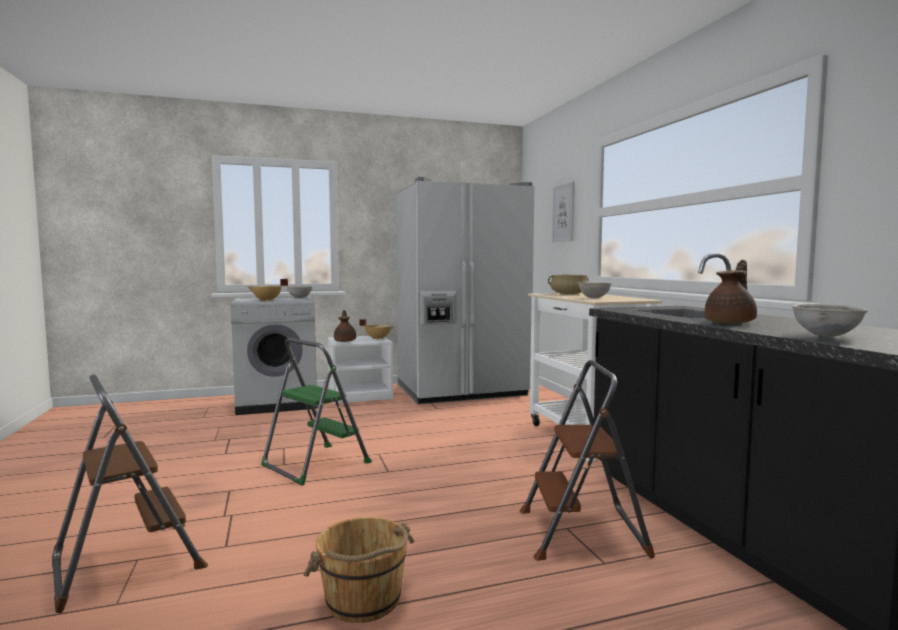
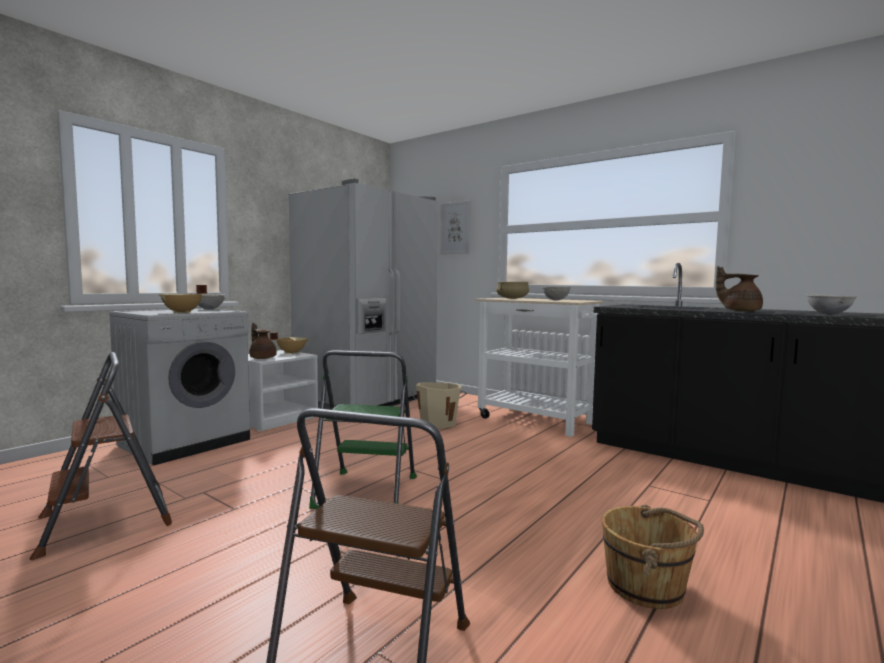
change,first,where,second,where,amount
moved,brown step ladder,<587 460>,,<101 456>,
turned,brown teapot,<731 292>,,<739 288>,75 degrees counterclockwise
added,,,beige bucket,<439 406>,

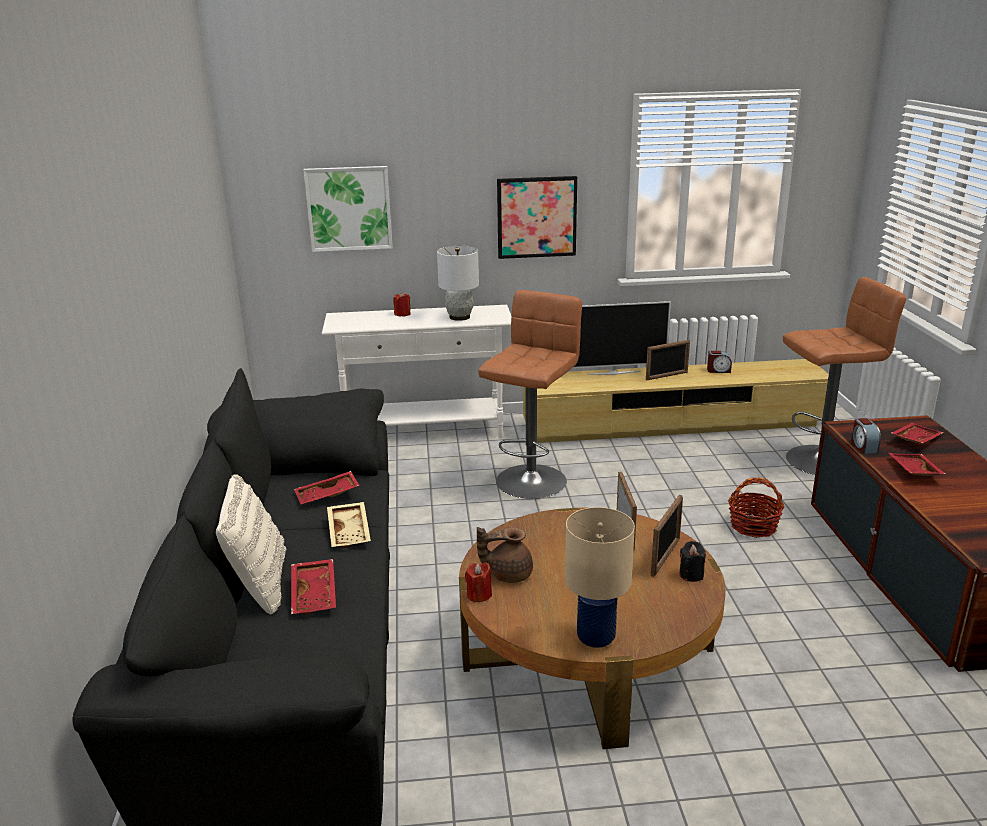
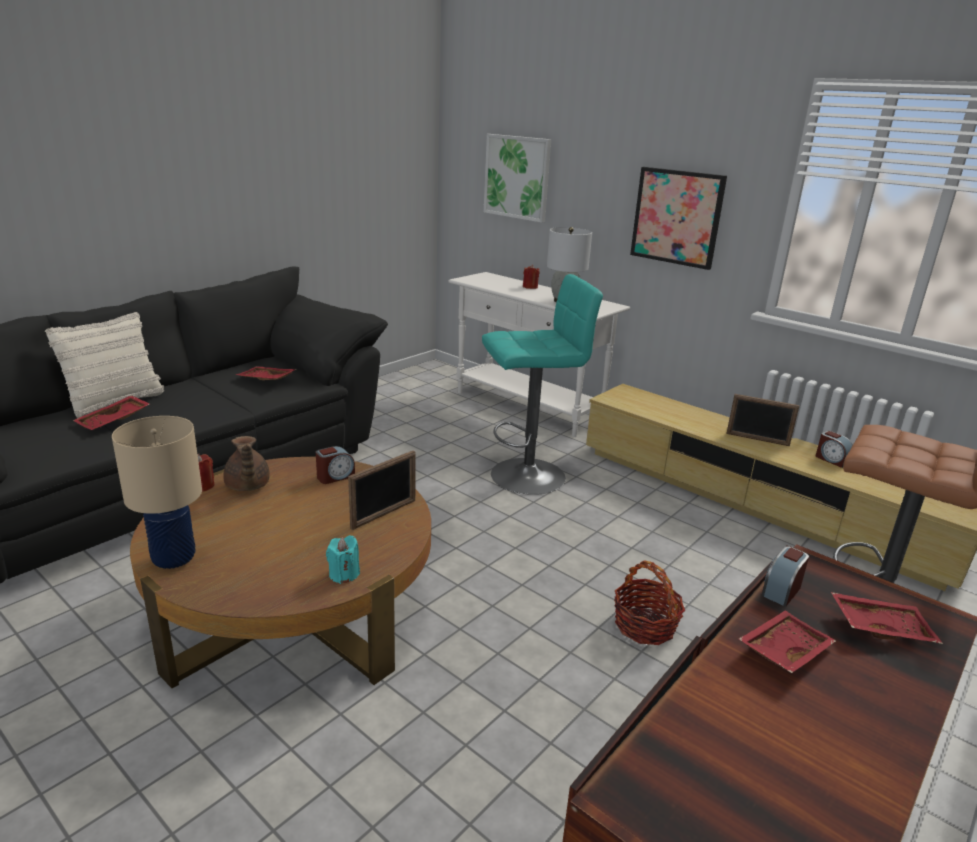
change,first,where,second,where,amount
removed,beige tray,<349 525>,,,
turned,brown teapot,<505 555>,,<246 463>,150 degrees counterclockwise
recoloured,brown stool,<530 394>,turquoise stool,<542 384>,
removed,television,<622 338>,,,
removed,picture frame,<667 535>,,,
recoloured,black candle,<692 561>,turquoise candle,<343 559>,
added,,,alarm clock,<335 465>,

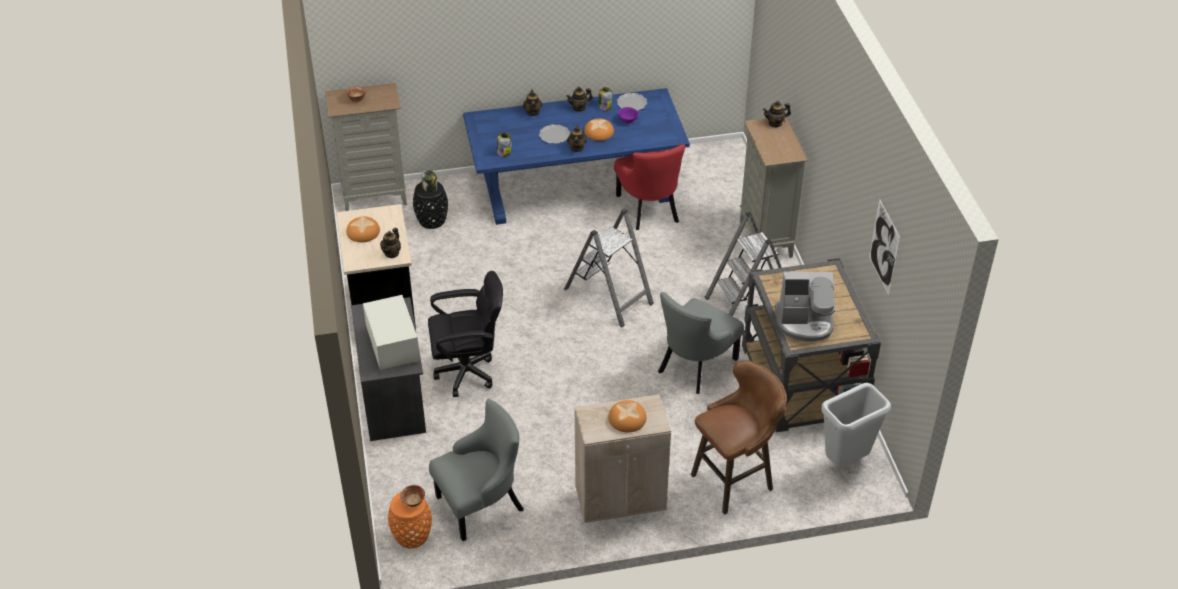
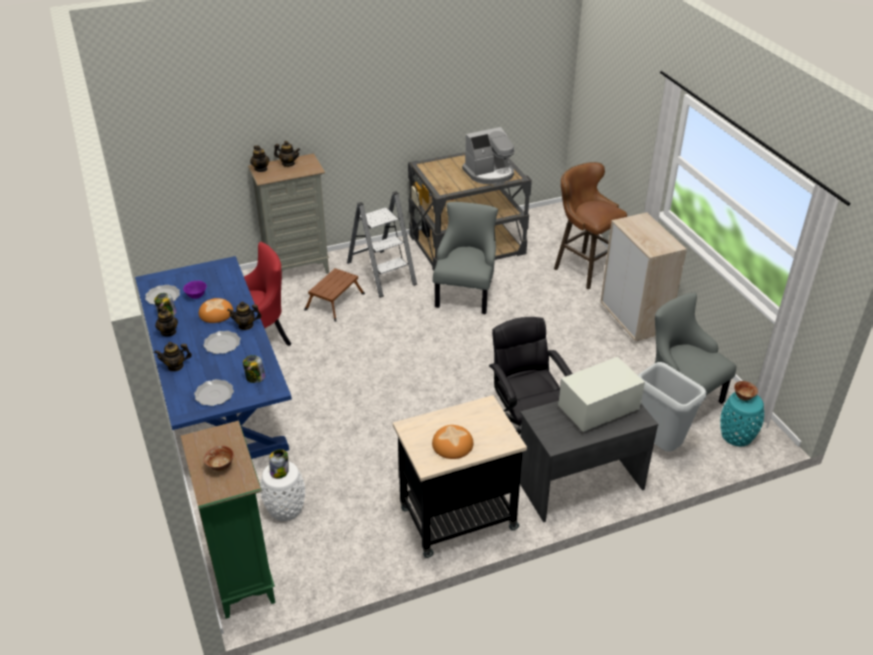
change,first,where,second,where,amount
recoloured,grey dresser,<366 147>,green dresser,<228 520>,
moved,teapot,<390 243>,,<287 154>,
recoloured,orange stool,<410 520>,turquoise stool,<742 419>,
recoloured,black stool,<430 205>,white stool,<282 491>,
removed,grey step ladder,<609 268>,,,
removed,bread,<628 416>,,,
turned,grey chair,<701 343>,,<465 258>,105 degrees counterclockwise
turned,coffee machine,<805 307>,,<488 155>,75 degrees clockwise
moved,grey trash can,<856 425>,,<672 407>,
removed,picture,<884 247>,,,
added,,,plate,<214 392>,
added,,,brown step ladder,<334 295>,

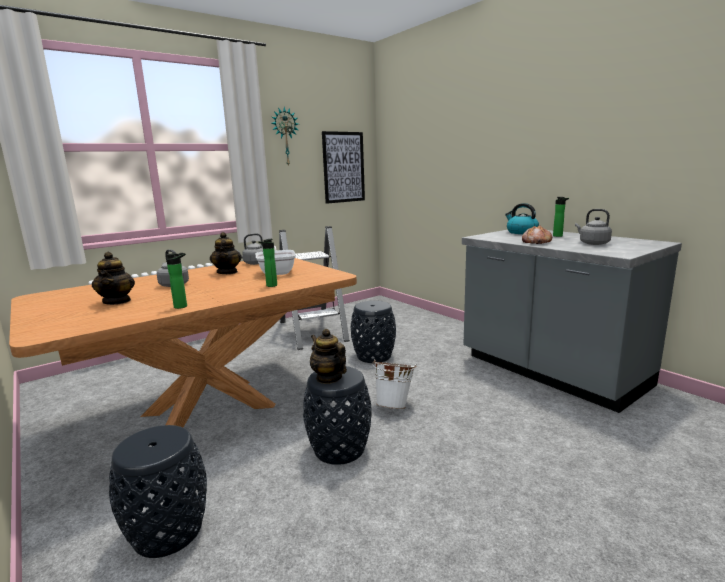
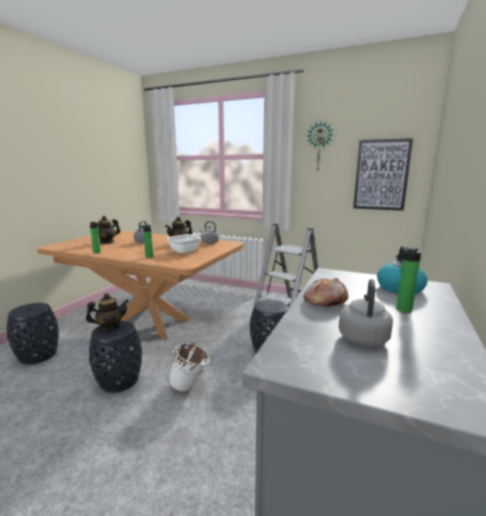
change,first,where,second,where,amount
turned,teapot,<328 356>,,<107 312>,45 degrees clockwise

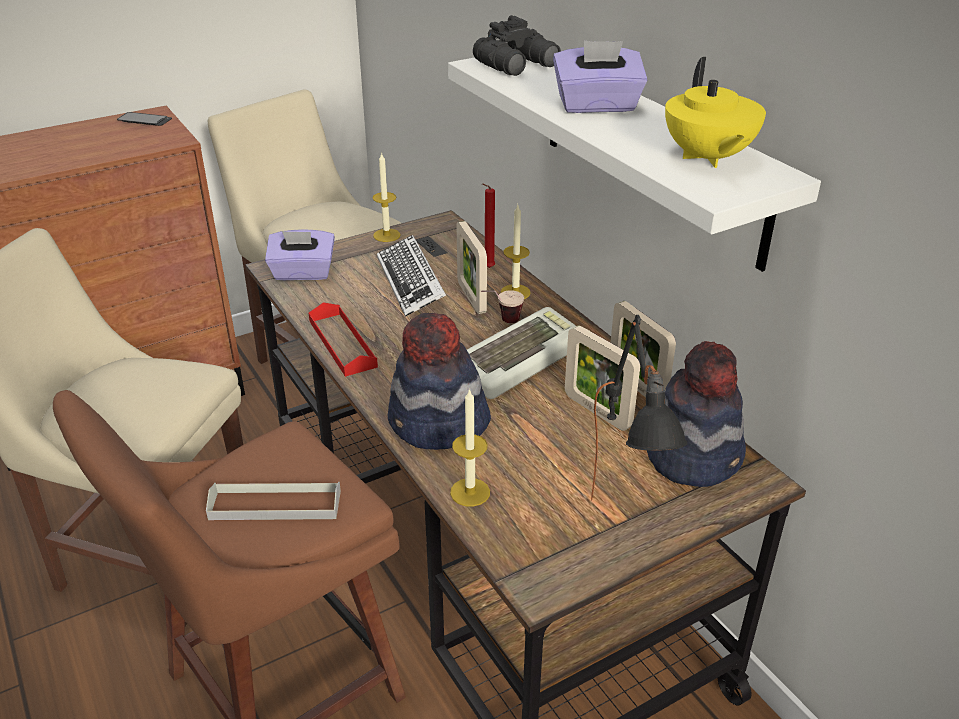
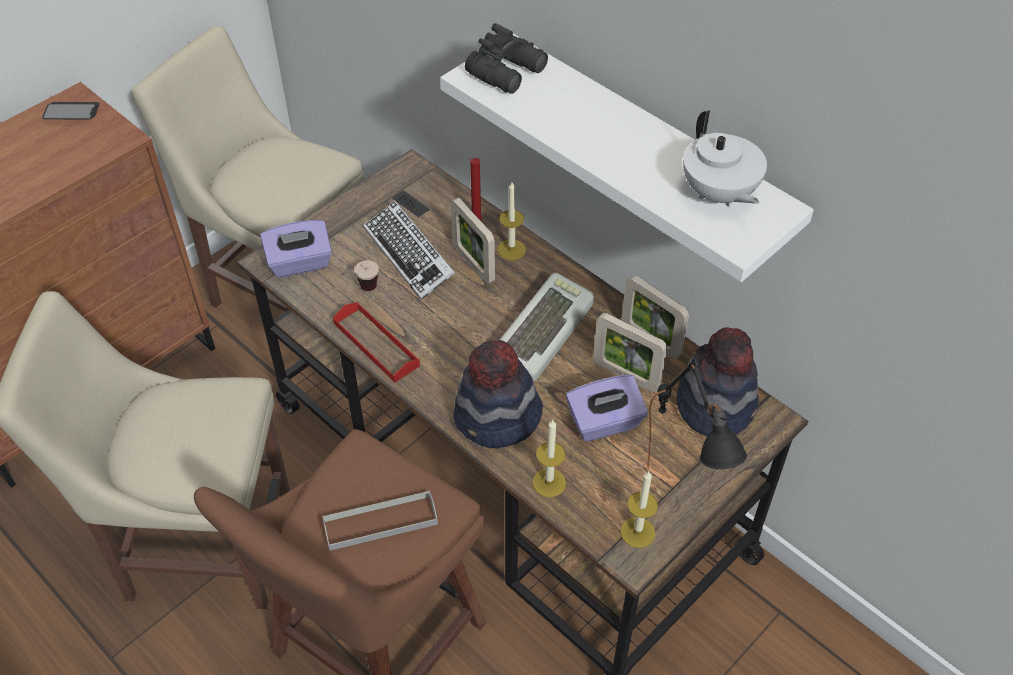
change,first,where,second,where,amount
moved,candle,<387 197>,,<639 509>,
moved,cup,<502 306>,,<359 275>,
moved,purple tissue box,<600 77>,,<607 408>,
recoloured,yellow teapot,<715 112>,white teapot,<725 159>,

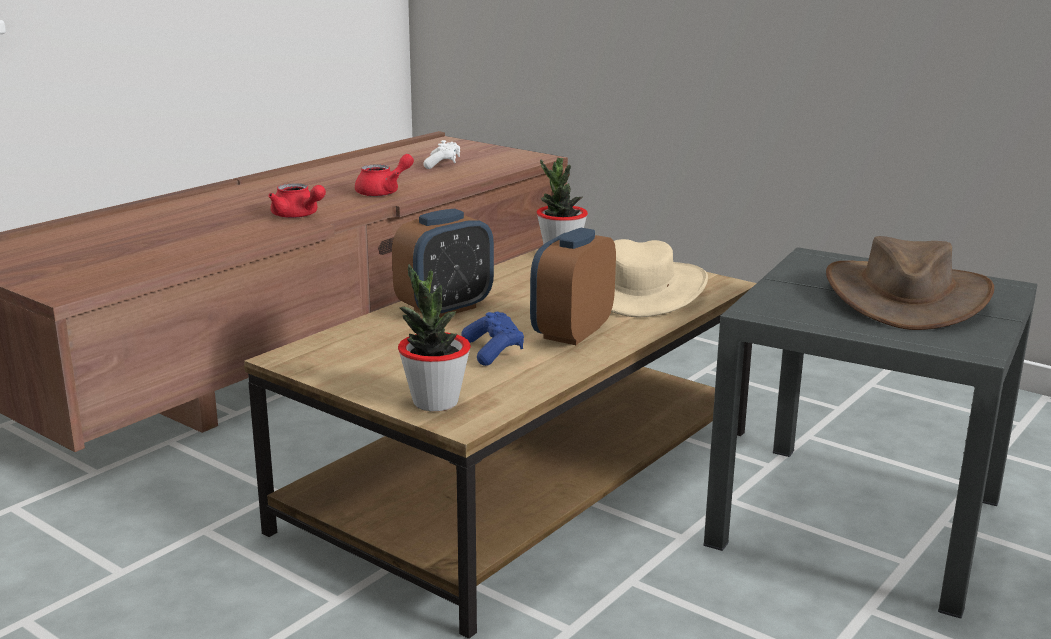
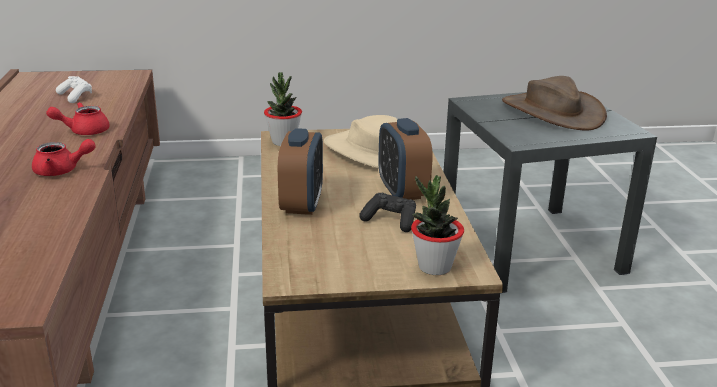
change,first,where,second,where,amount
turned,red teapot,<384 175>,,<78 118>,120 degrees counterclockwise
recoloured,blue game controller,<492 339>,black game controller,<387 212>,

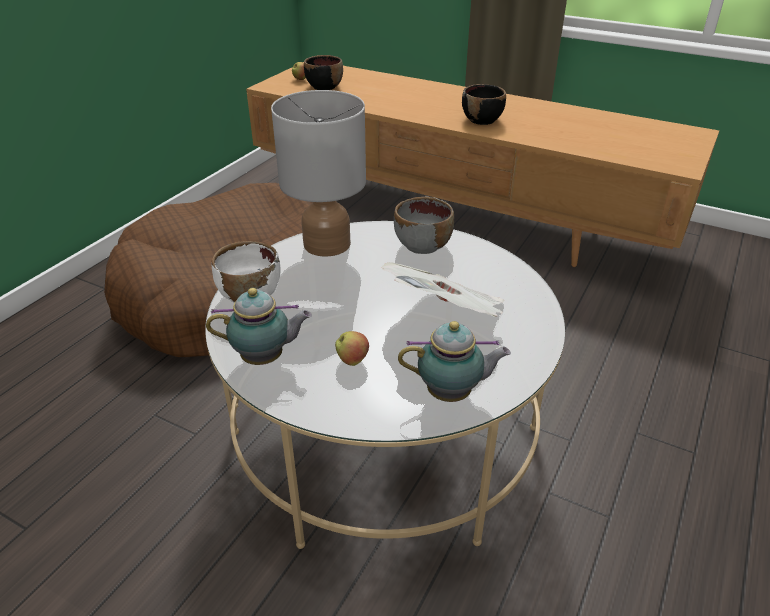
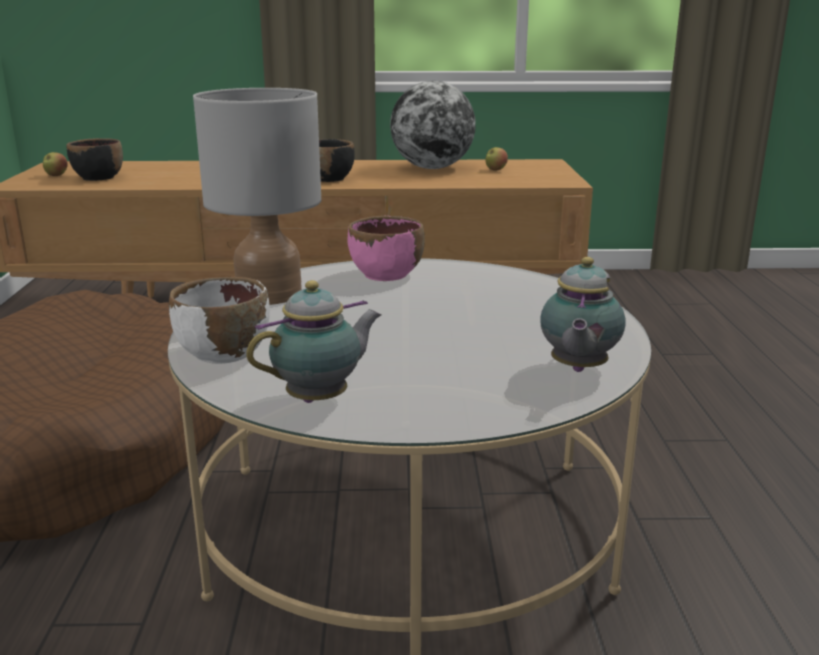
change,first,where,second,where,amount
moved,apple,<352 348>,,<496 159>,
removed,newspaper,<443 289>,,,
recoloured,grey bowl,<424 225>,pink bowl,<386 248>,
turned,teapot,<454 361>,,<583 314>,135 degrees clockwise
added,,,globe,<433 125>,

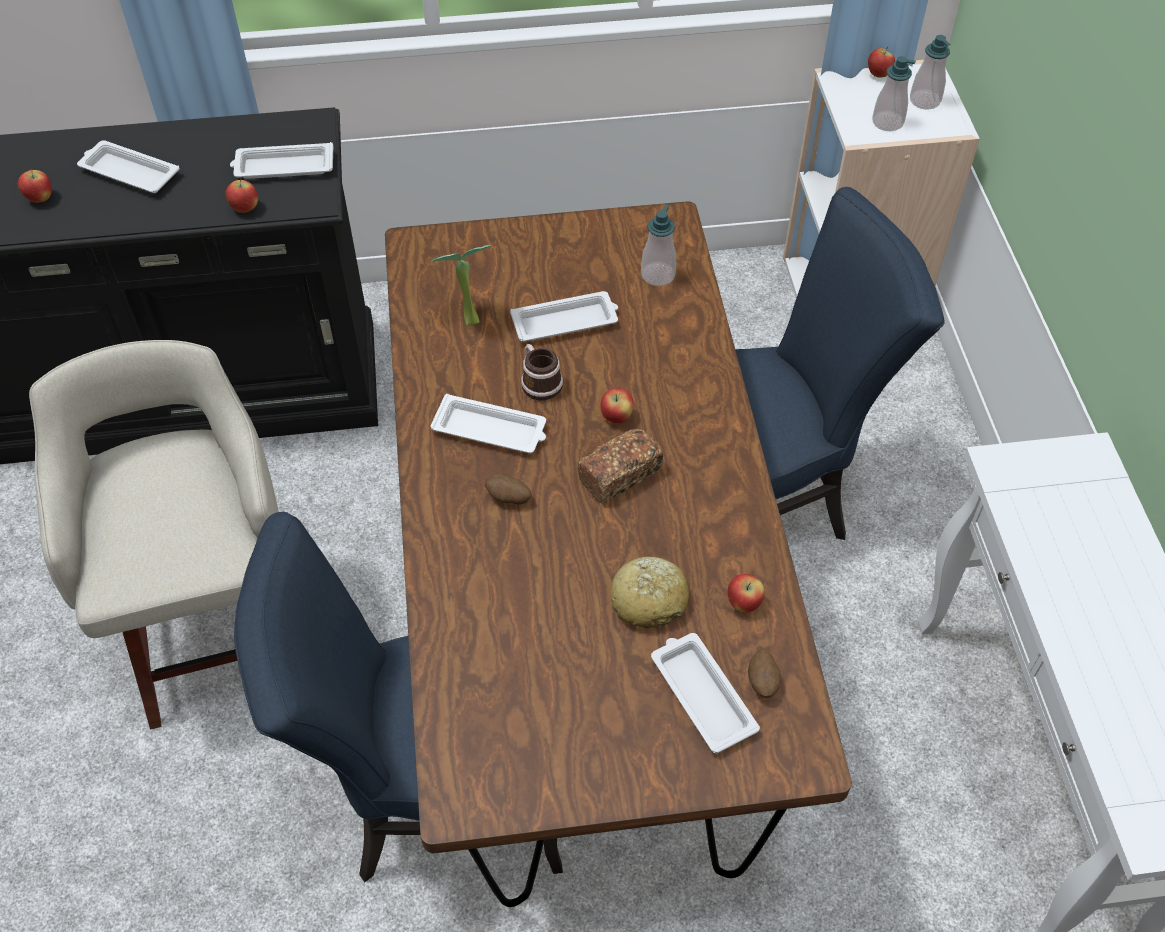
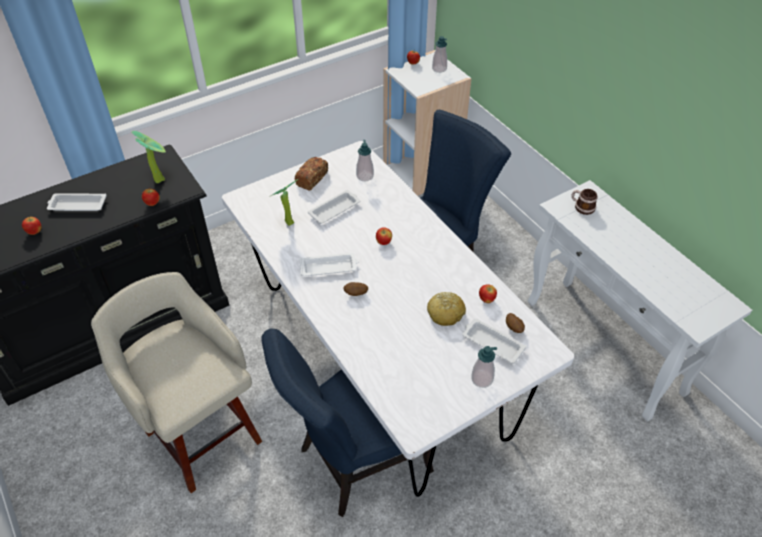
change,first,where,second,where,amount
replaced,white tray,<281 160>,potted plant,<148 157>,
recoloured,brown dining table,<618 554>,white dining table,<398 319>,
moved,mug,<542 372>,,<584 202>,
moved,bread,<620 466>,,<311 173>,
moved,soap dispenser,<894 93>,,<484 367>,

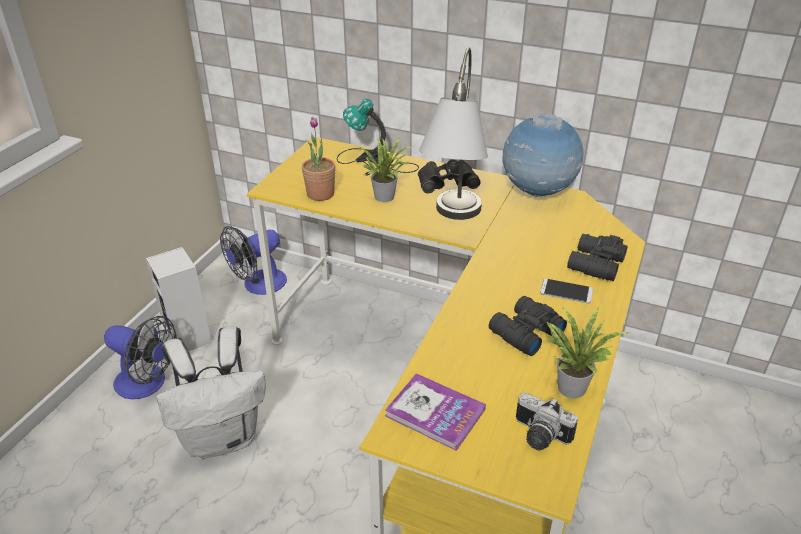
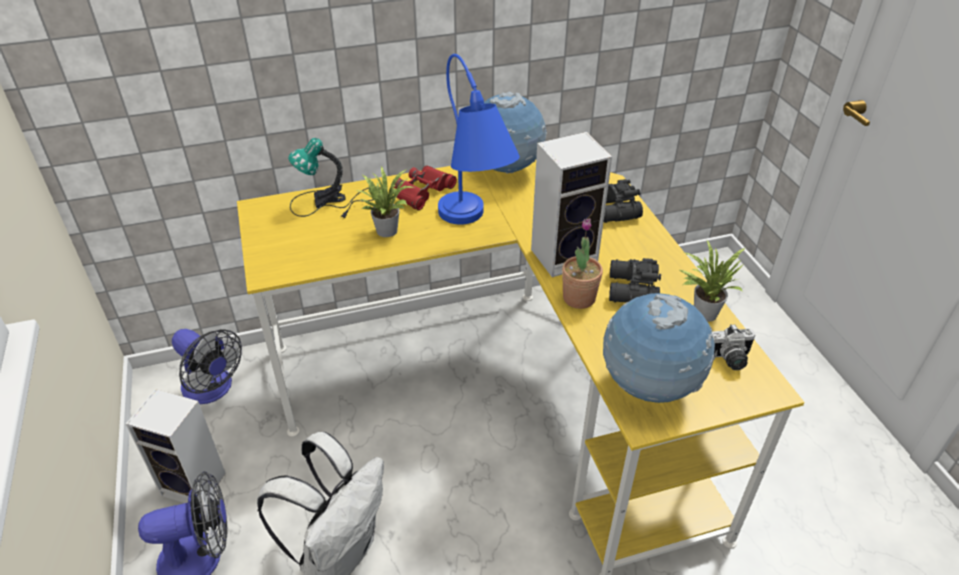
change,first,where,second,where,amount
turned,fan,<253 260>,,<207 366>,60 degrees counterclockwise
moved,potted plant,<319 159>,,<582 263>,
replaced,book,<435 412>,globe,<659 348>,
recoloured,black binoculars,<449 176>,red binoculars,<425 187>,
recoloured,grey table lamp,<453 133>,blue table lamp,<479 139>,
removed,phone,<566 291>,,,
added,,,speaker,<571 204>,

